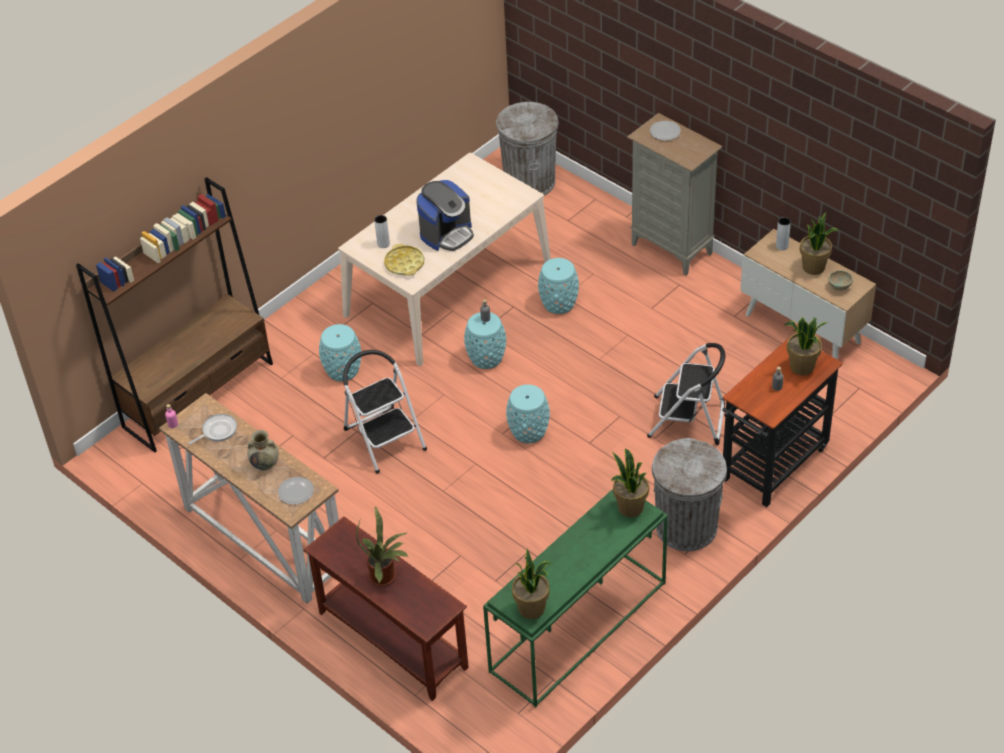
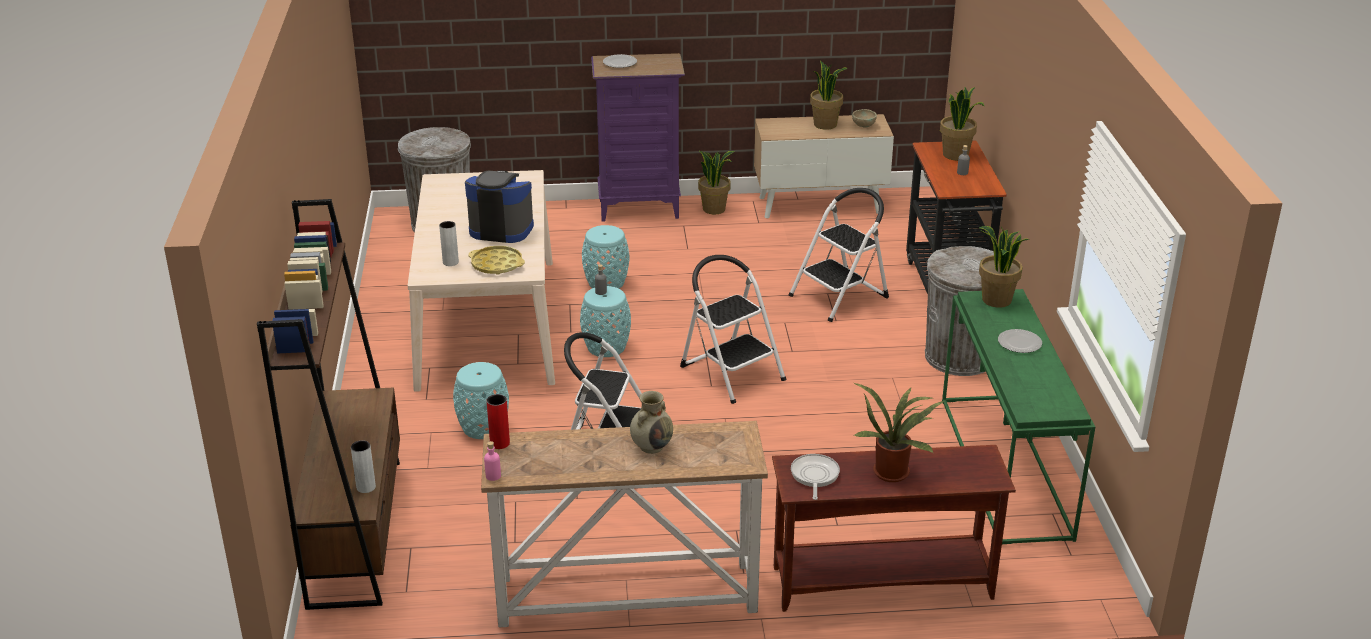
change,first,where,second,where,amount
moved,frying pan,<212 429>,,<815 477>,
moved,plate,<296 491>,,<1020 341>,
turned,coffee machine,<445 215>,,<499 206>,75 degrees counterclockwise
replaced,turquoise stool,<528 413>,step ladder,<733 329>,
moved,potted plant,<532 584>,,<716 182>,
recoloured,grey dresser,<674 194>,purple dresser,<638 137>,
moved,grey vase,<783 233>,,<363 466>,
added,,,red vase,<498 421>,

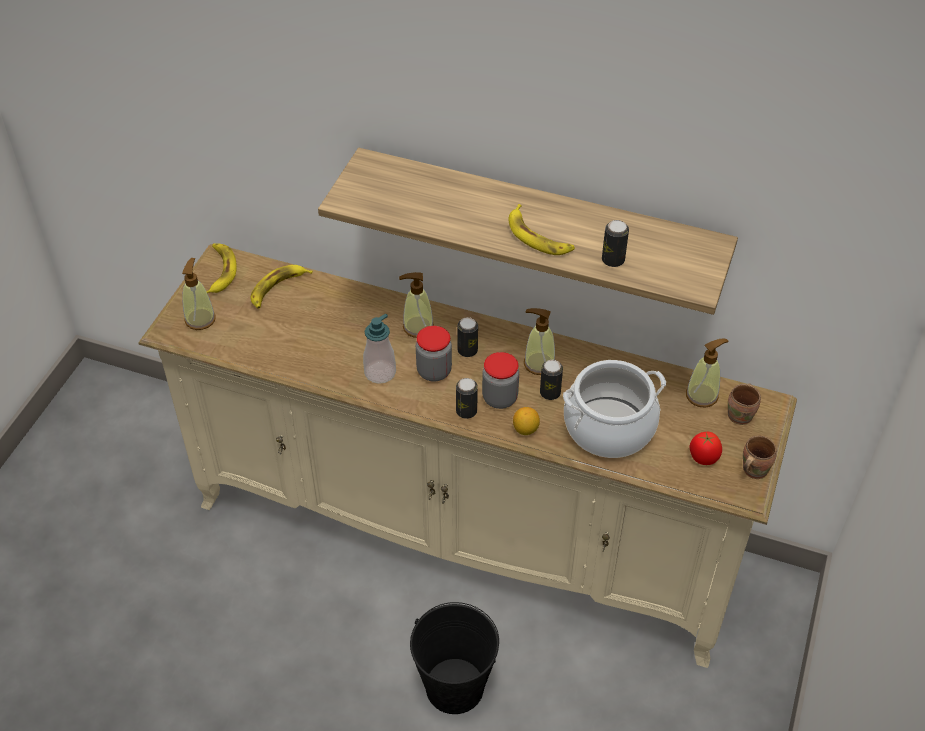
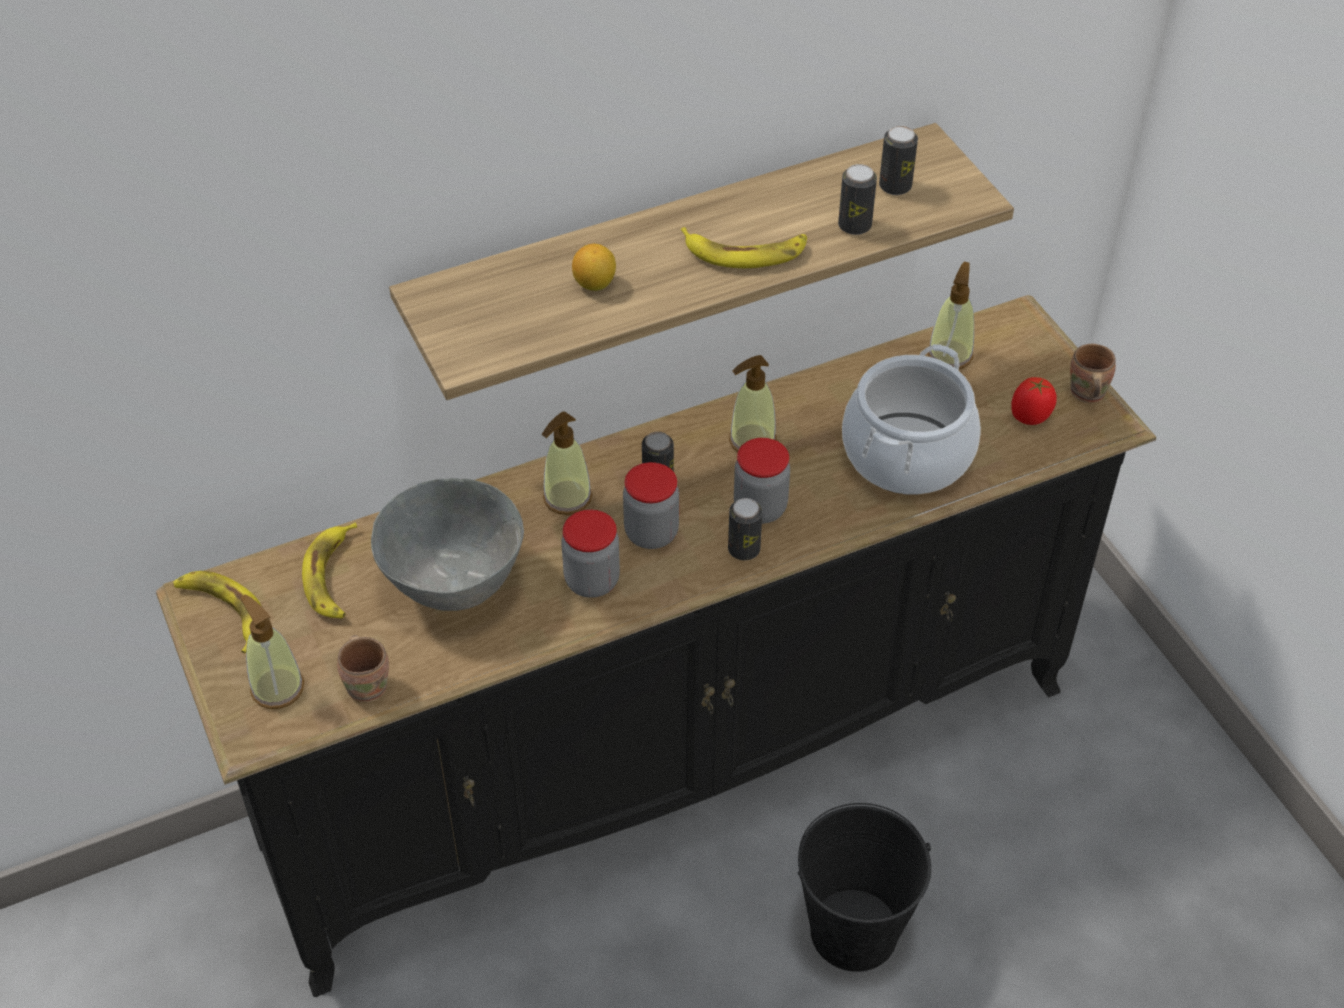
change,first,where,second,where,amount
recoloured,beige cabinet,<467 455>,black cabinet,<656 646>,
replaced,soap dispenser,<379 349>,jar,<590 553>,
moved,lemon,<526 421>,,<594 267>,
moved,can,<551 380>,,<898 160>,
moved,brown mug,<744 404>,,<363 669>,
added,,,grey bowl,<447 544>,

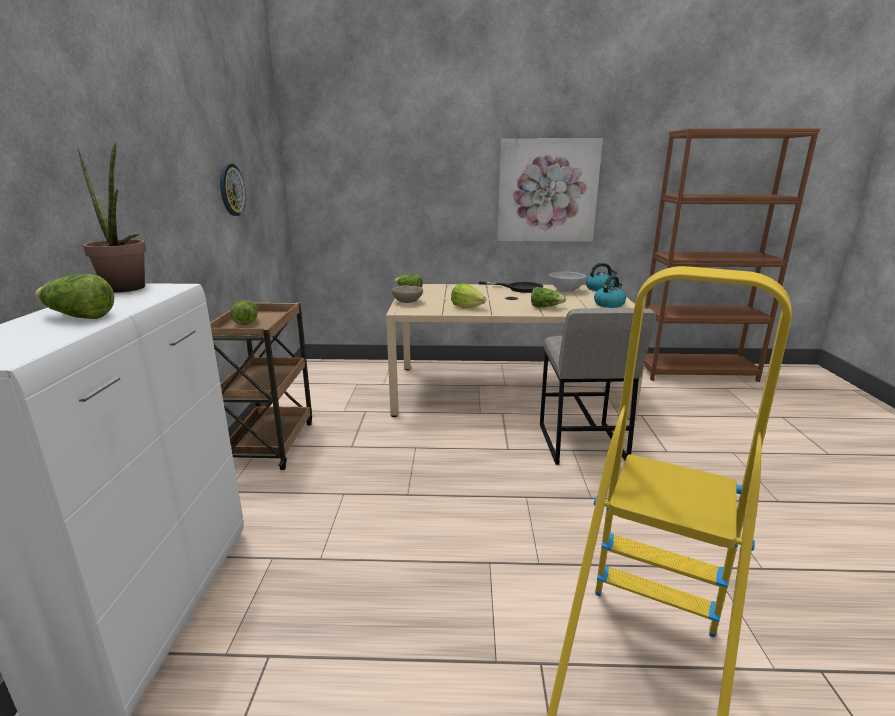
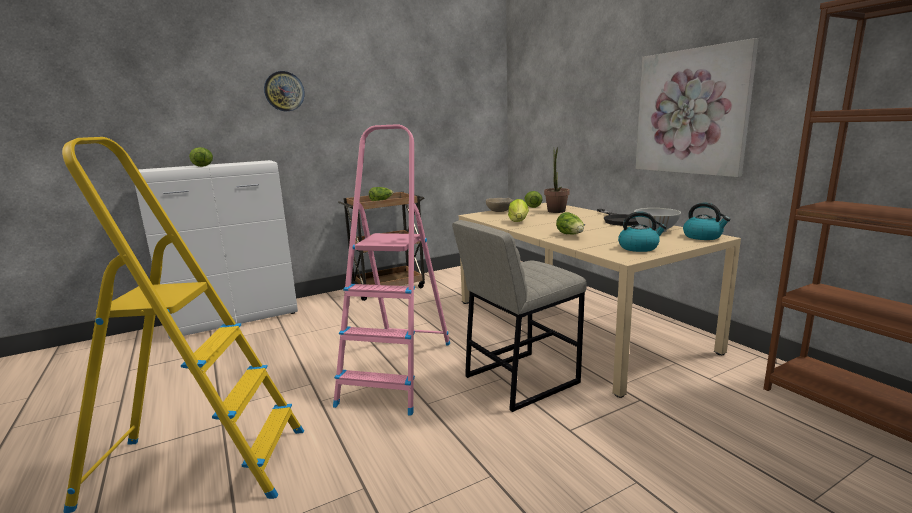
change,first,where,second,where,amount
moved,potted plant,<111 217>,,<557 180>,
moved,wall clock,<233 190>,,<284 91>,
added,,,pink step ladder,<391 270>,

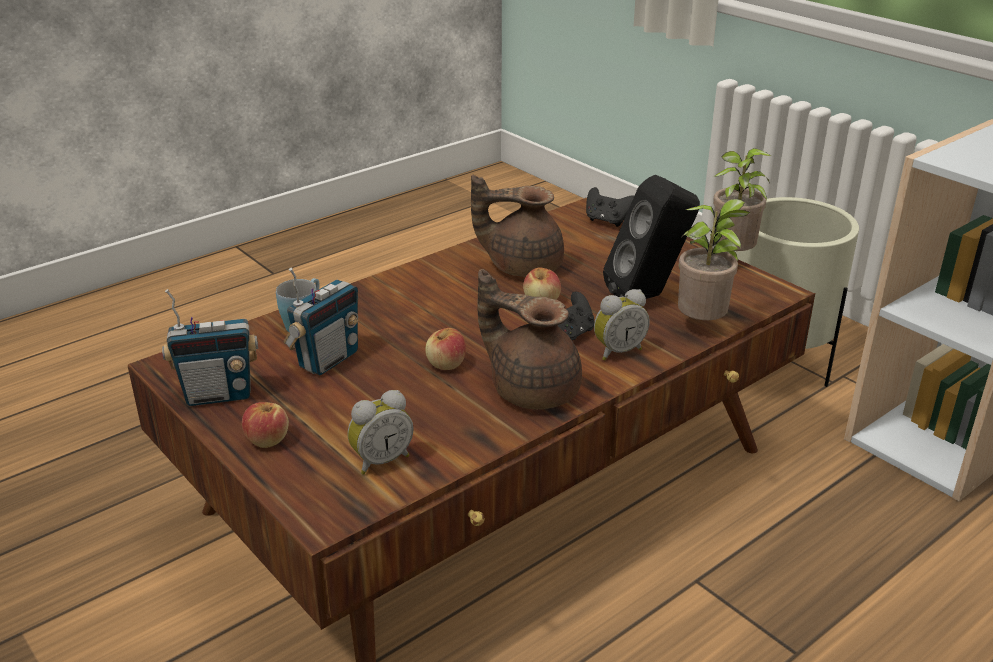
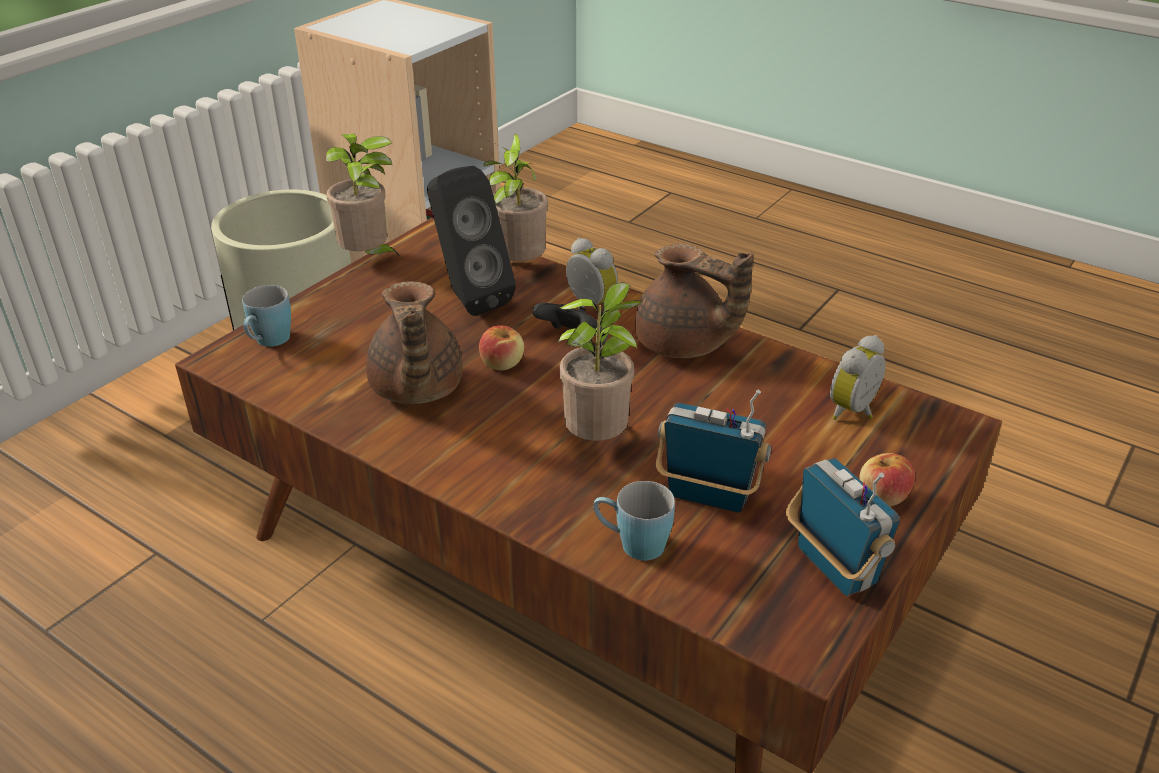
change,first,where,second,where,amount
turned,alarm clock,<381 432>,,<858 377>,90 degrees counterclockwise
removed,apple,<445 349>,,,
turned,brown teapot,<530 339>,,<694 301>,75 degrees counterclockwise
replaced,black game controller,<610 207>,blue mug,<266 316>,
added,,,potted plant,<600 361>,

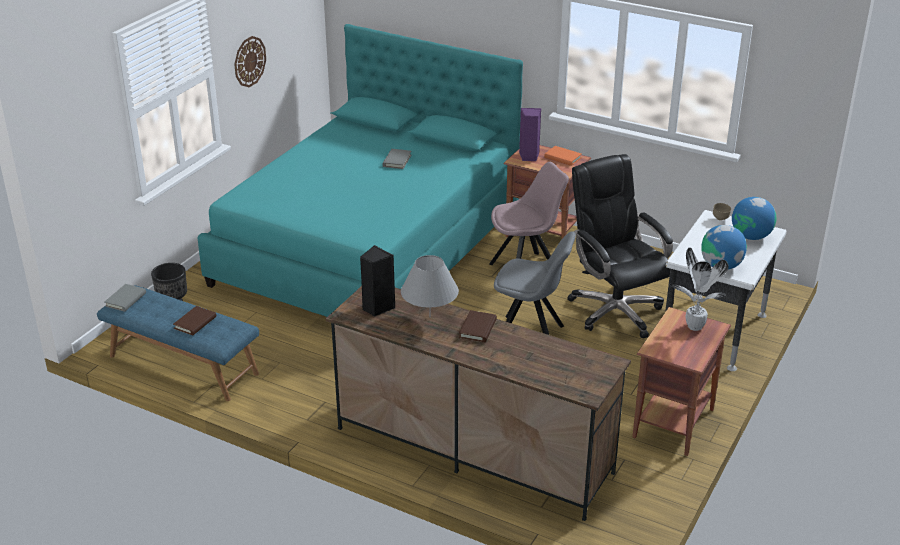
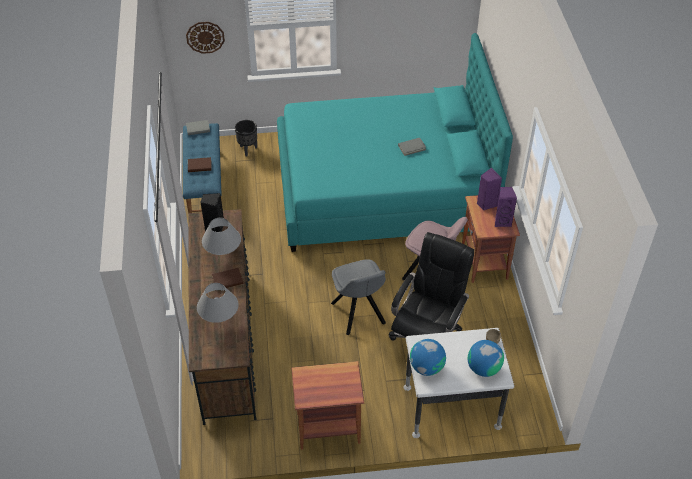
change,first,where,second,where,amount
moved,wall clock,<250 61>,,<205 38>,
replaced,orange book,<563 156>,purple speaker,<506 207>,
removed,potted plant,<699 289>,,,
added,,,grey table lamp,<218 303>,

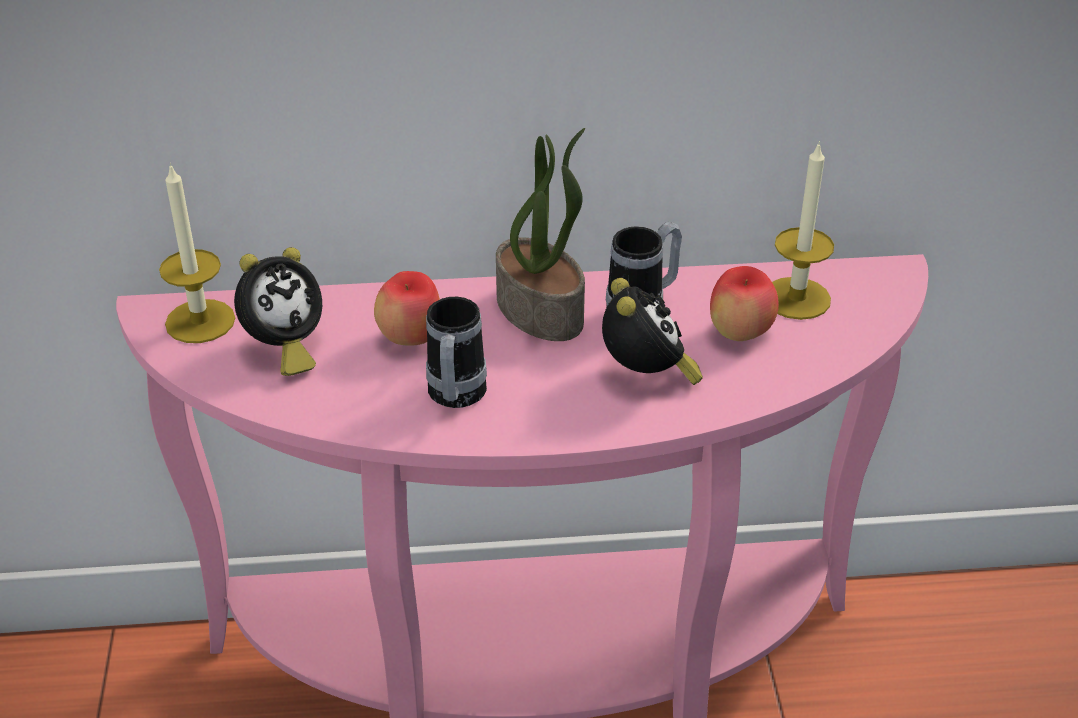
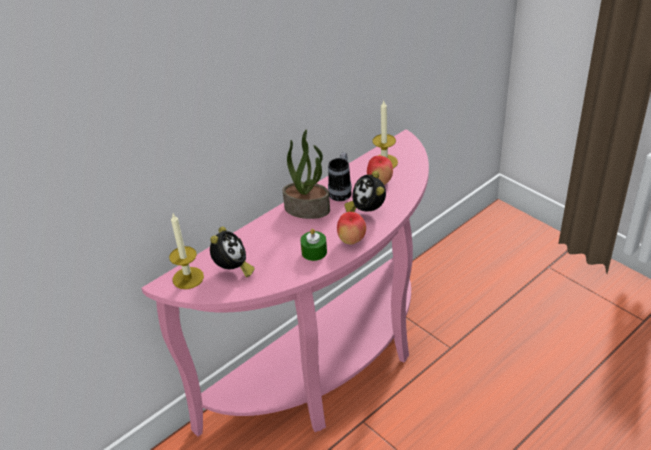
change,first,where,second,where,amount
moved,apple,<407 308>,,<351 228>,
replaced,mug,<456 352>,green candle,<313 245>,
turned,alarm clock,<652 331>,,<365 191>,150 degrees counterclockwise

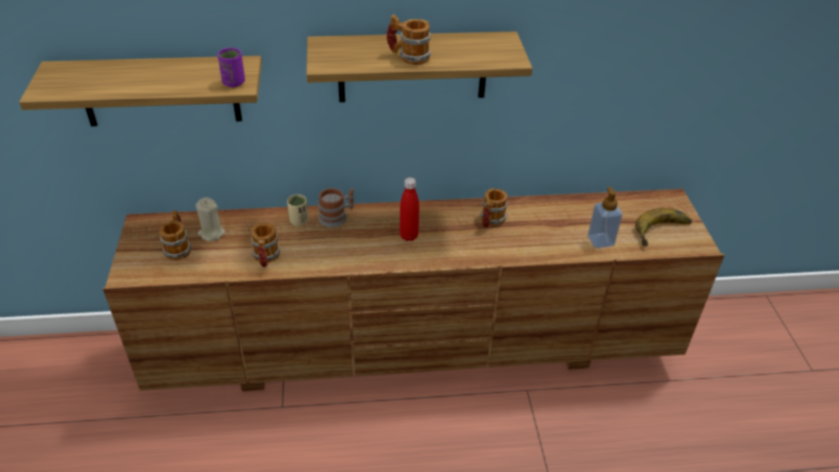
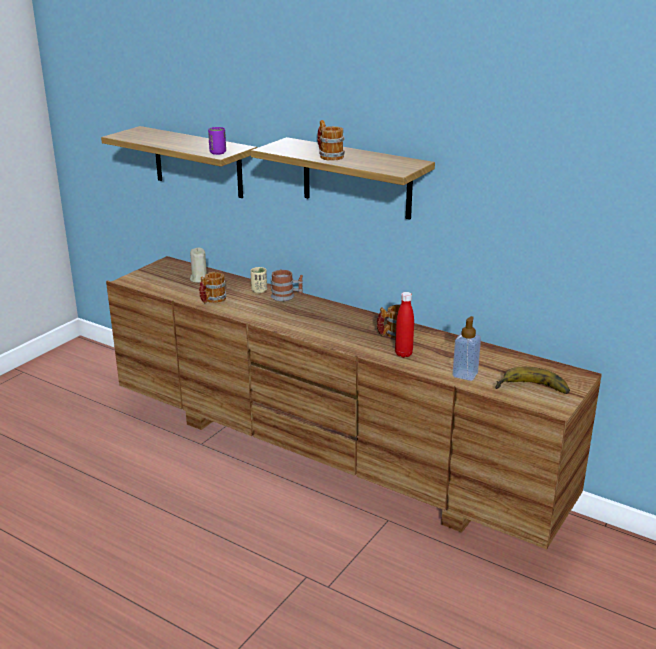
change,first,where,second,where,amount
removed,mug,<175 235>,,,
moved,red bottle,<409 209>,,<404 324>,

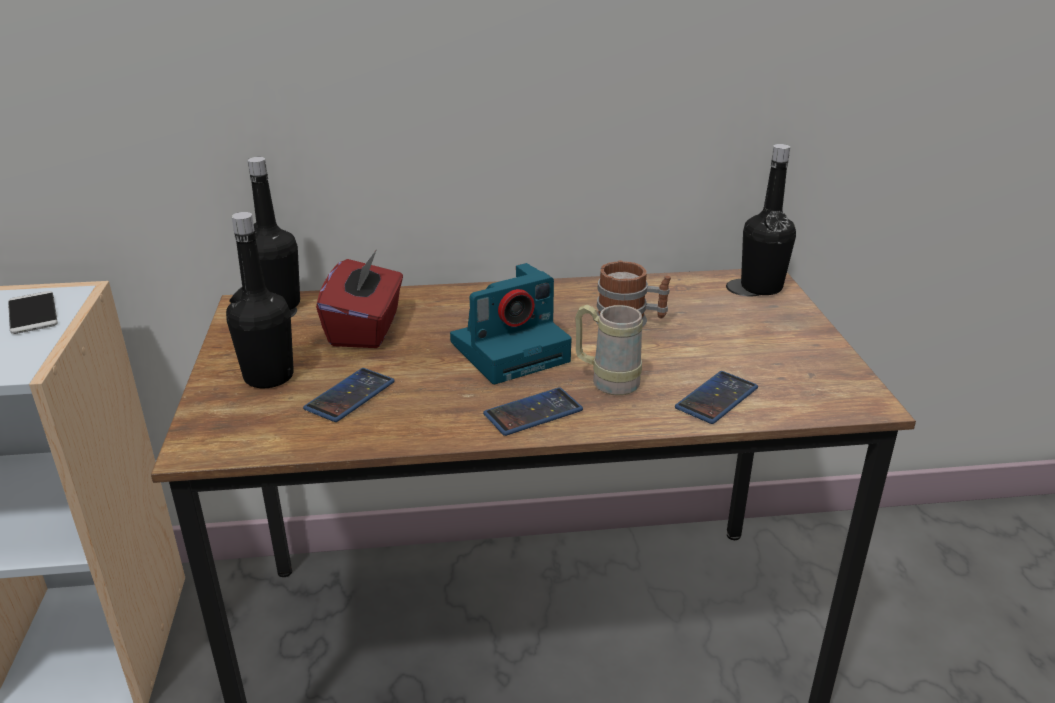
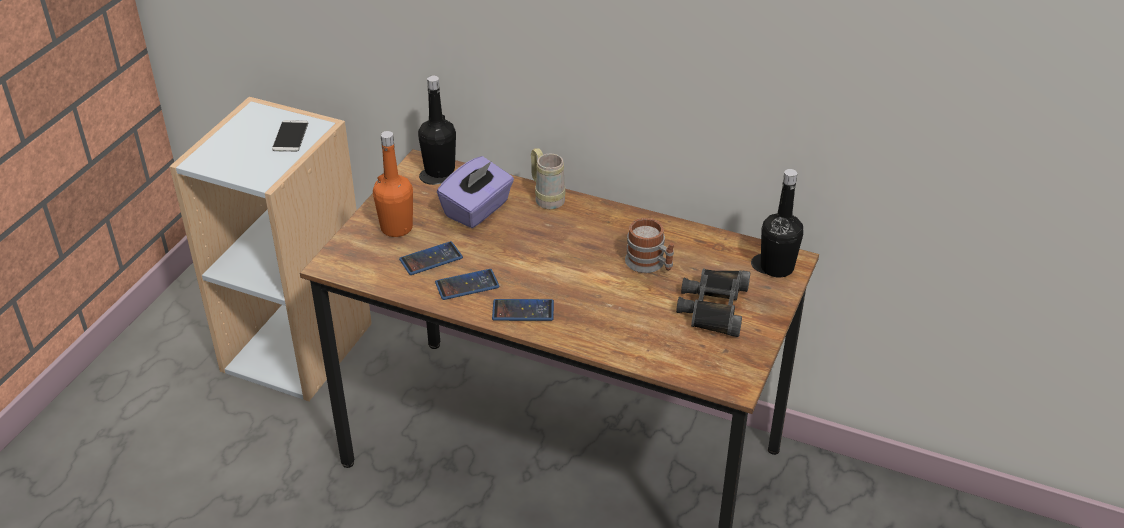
change,first,where,second,where,amount
recoloured,black bottle,<260 300>,orange bottle,<393 184>,
recoloured,red tissue box,<359 299>,purple tissue box,<475 192>,
removed,photo camera,<511 323>,,,
moved,beige mug,<609 350>,,<548 178>,
moved,phone,<716 397>,,<467 284>,
added,,,black binoculars,<713 302>,

